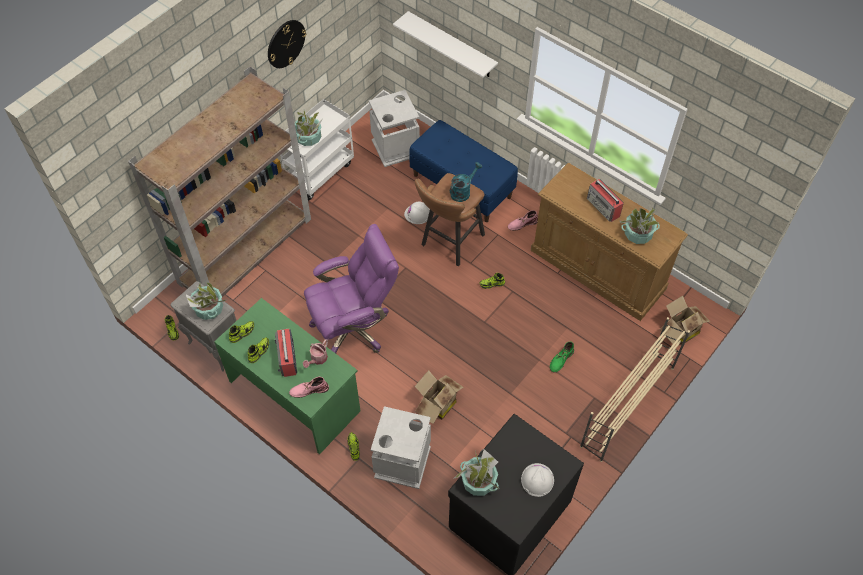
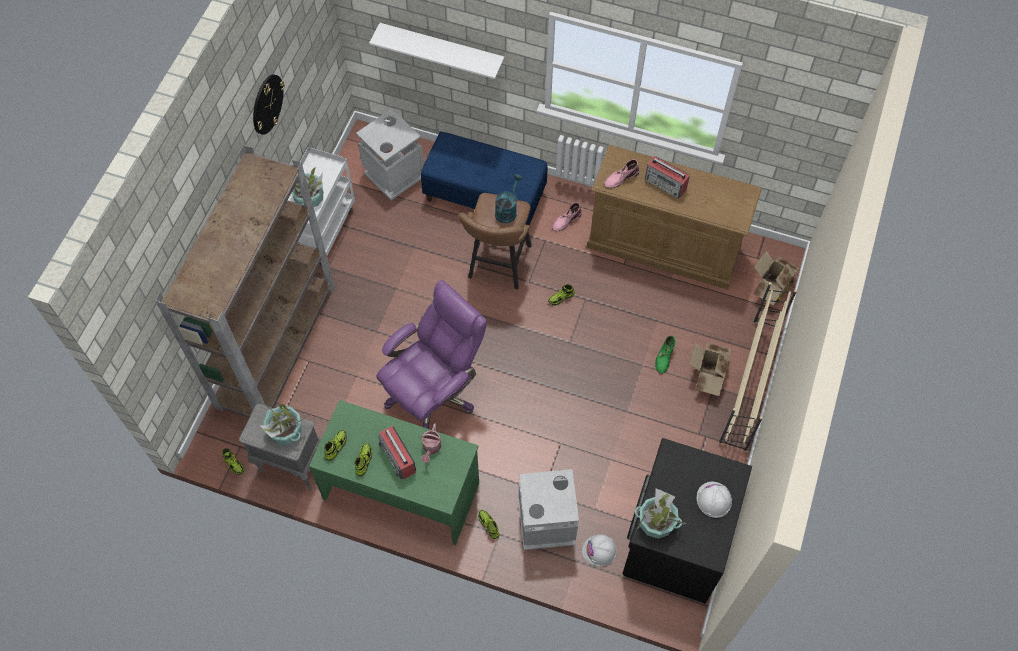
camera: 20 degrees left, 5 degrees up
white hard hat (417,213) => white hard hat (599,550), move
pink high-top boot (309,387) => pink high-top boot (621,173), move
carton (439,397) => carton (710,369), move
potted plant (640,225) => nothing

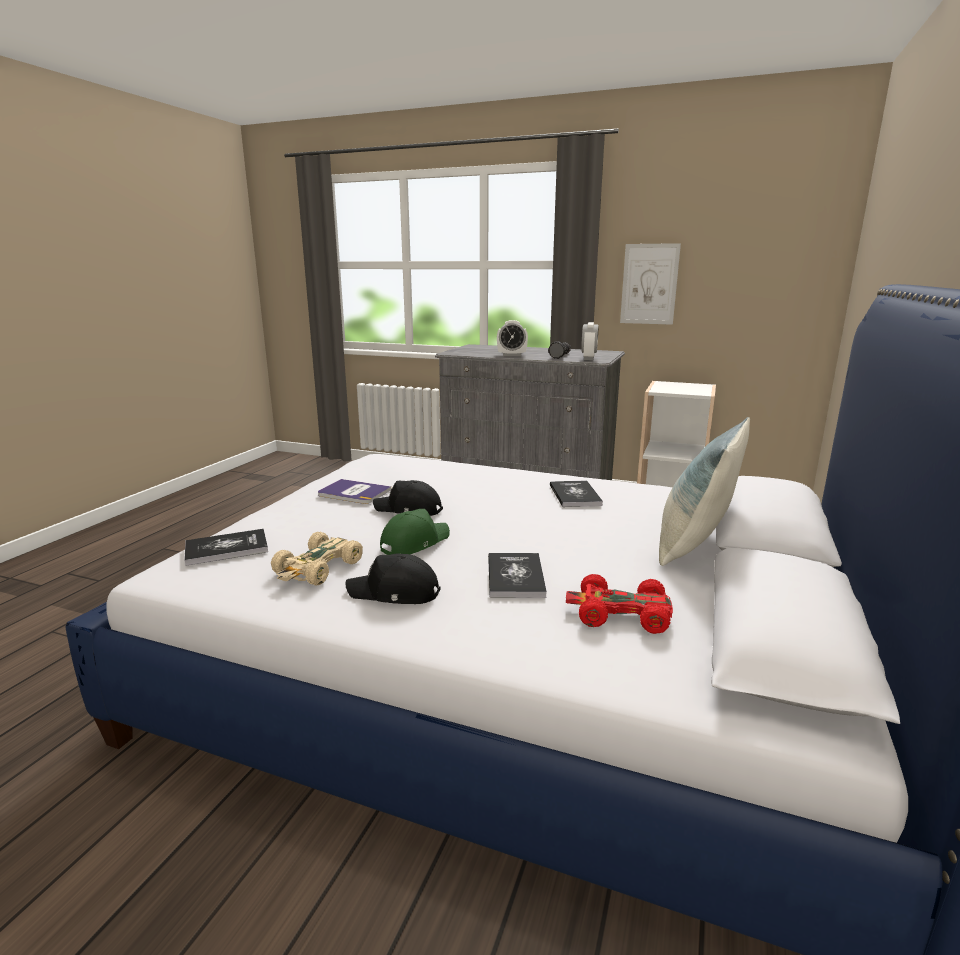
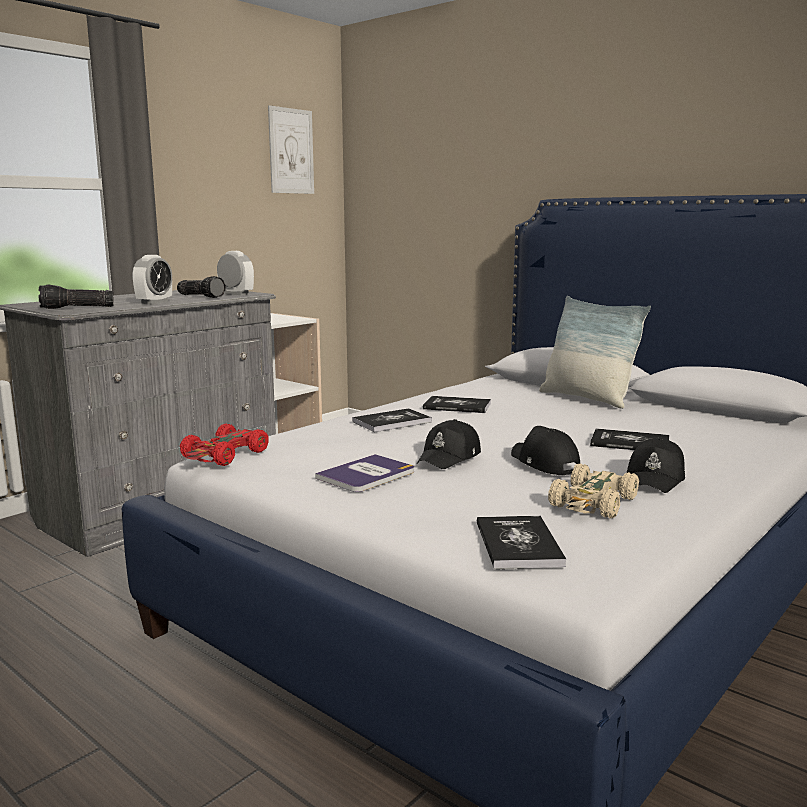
camera: 70 degrees left, 5 degrees down
nothing => flashlight (76,296)
red miniature car (619,604) => red miniature car (224,445), move
wall picture (650,284) => wall picture (291,149), move
nothing => book (392,420)
green-coloured cap (415,532) => black-coloured cap (545,450)
beige miniature car (317,559) => beige miniature car (593,491), 75 degrees clockwise

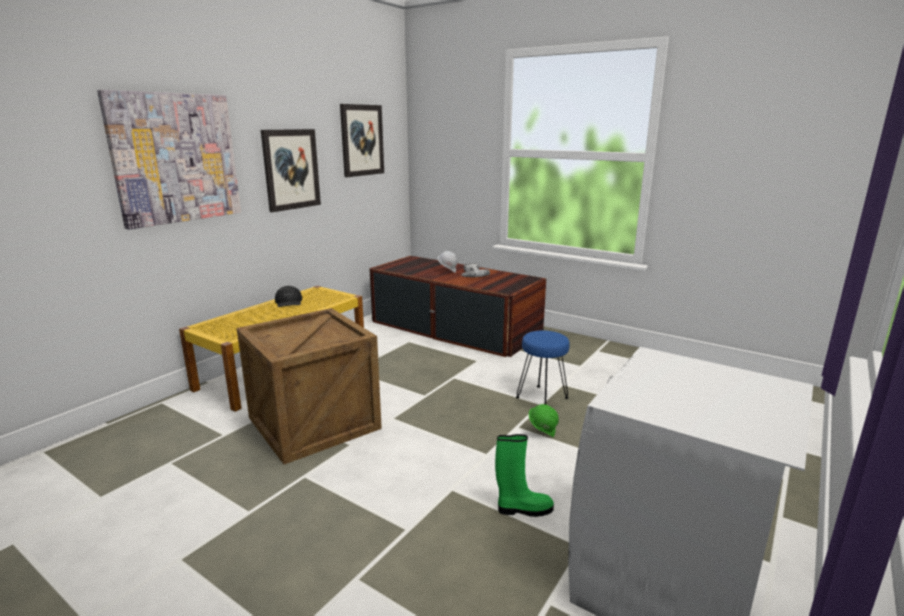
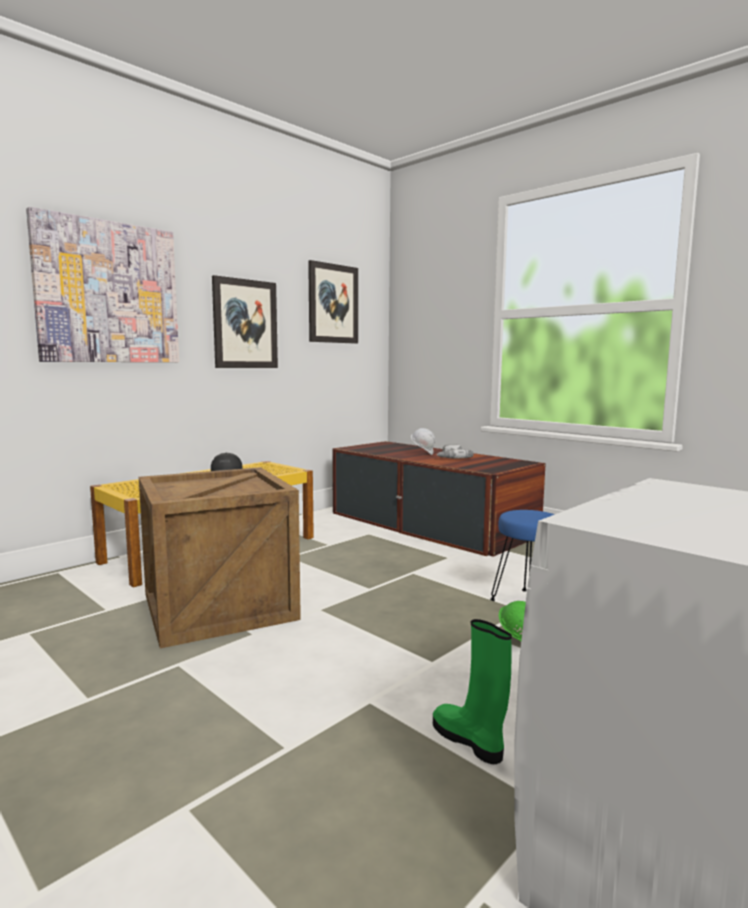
camera: 10 degrees right, 10 degrees down
green-coloured high-top boot (524,475) => green-coloured high-top boot (472,691), 135 degrees counterclockwise

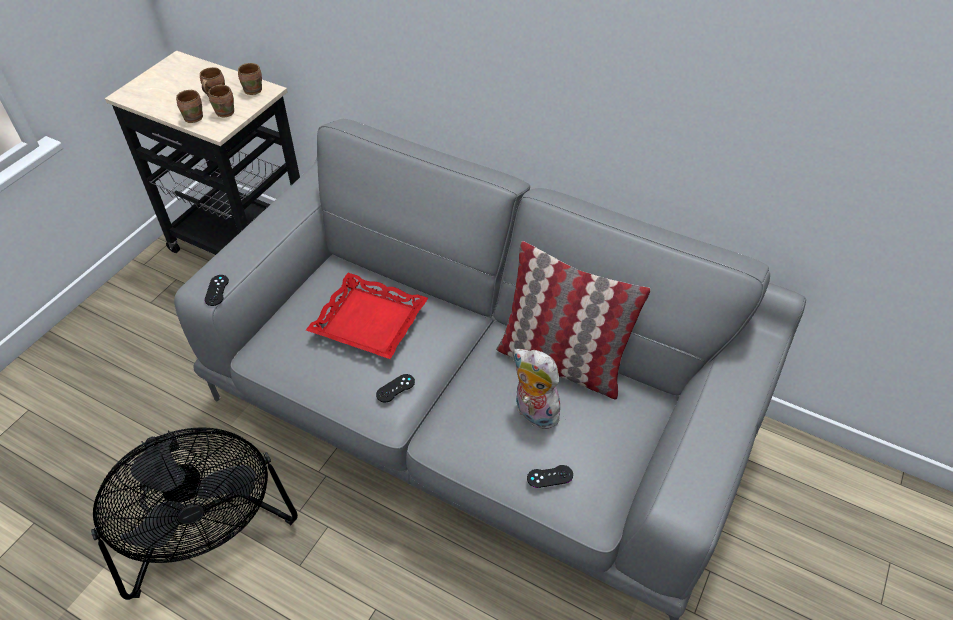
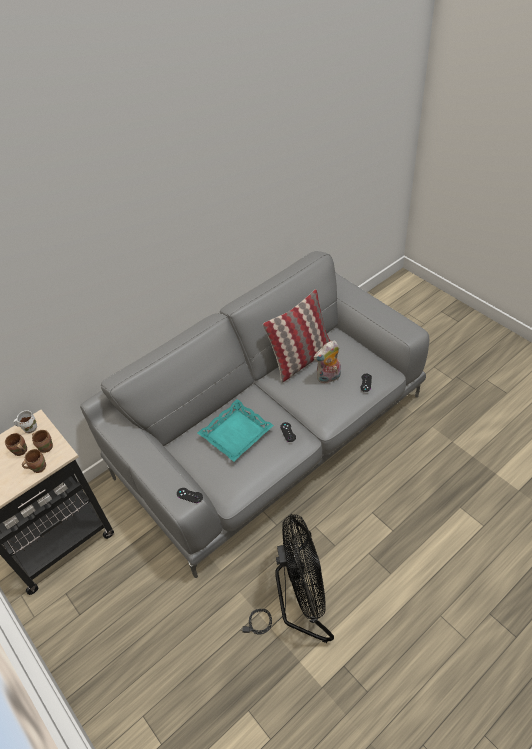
camera: 65 degrees left, 0 degrees up
brownish tea mug (250,79) => white tea mug (25,421)
red serving tray (367,316) => blue-green serving tray (236,430)

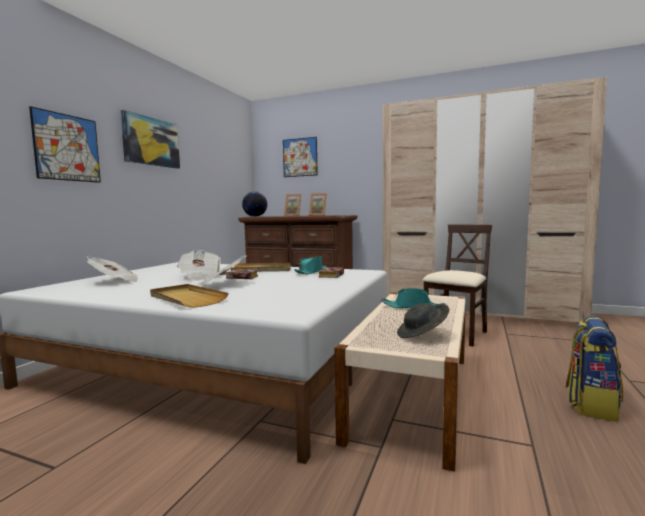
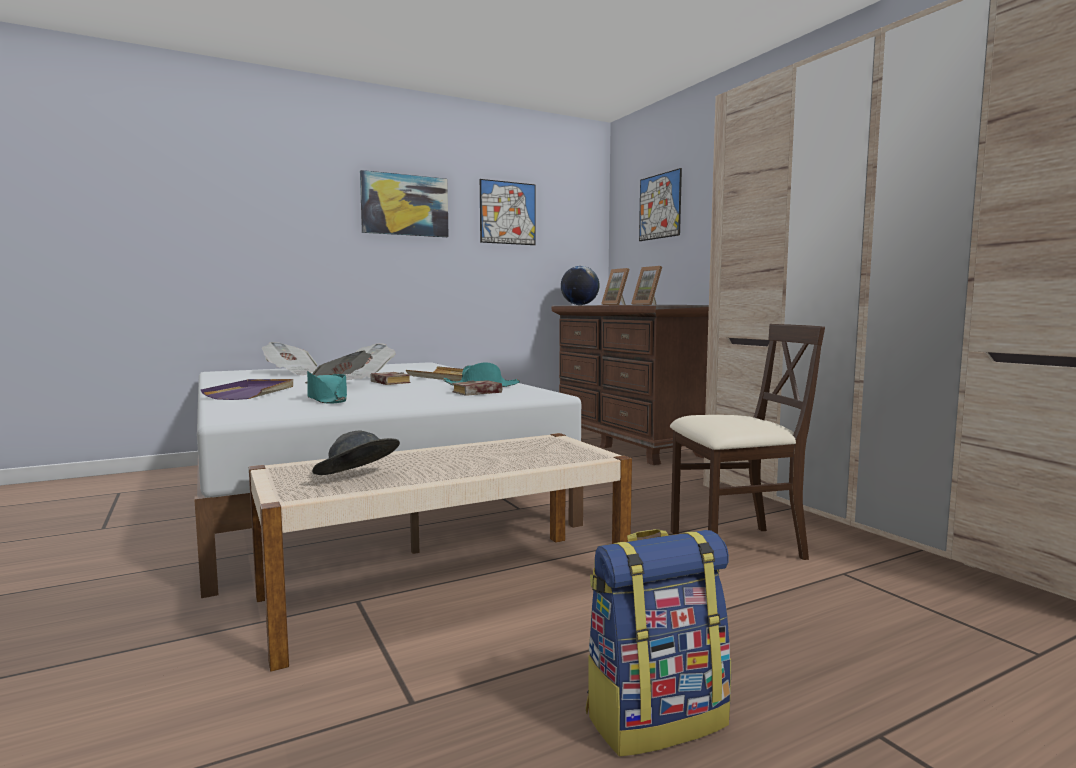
camera: 40 degrees right, 0 degrees up
beige serving tray (189,296) => purplish serving tray (247,389)
blue-green clothing hat (413,298) => blue-green clothing hat (327,387), move
wall picture (65,144) => wall picture (507,212), move

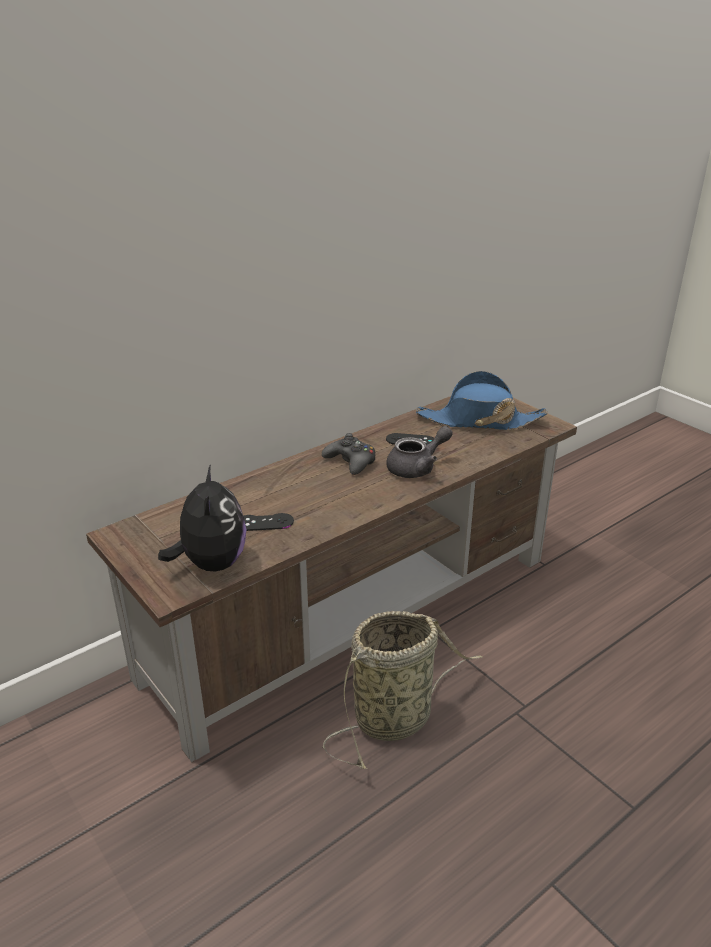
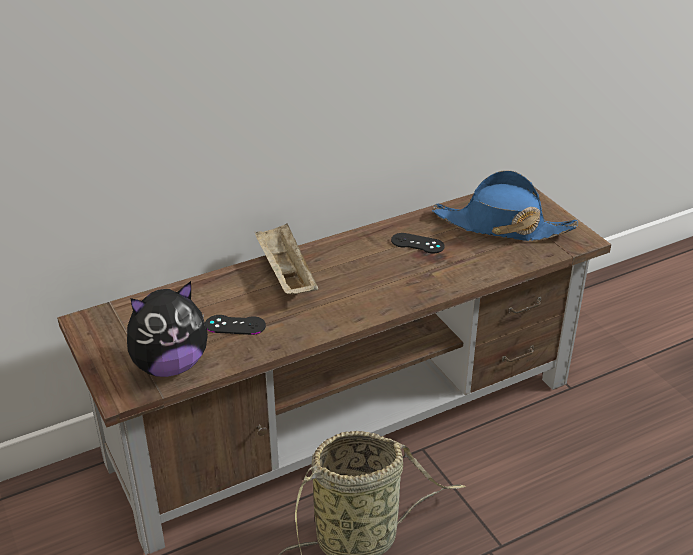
camera: 10 degrees right, 5 degrees up
plush toy (202,517) => plush toy (167,329), 60 degrees clockwise
nothing => beige serving tray (286,259)
black-coloured joypad (349,454) => nothing
gray pot for tea (419,452) => nothing

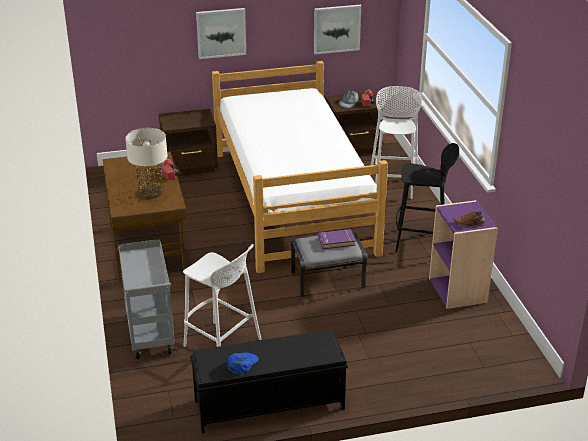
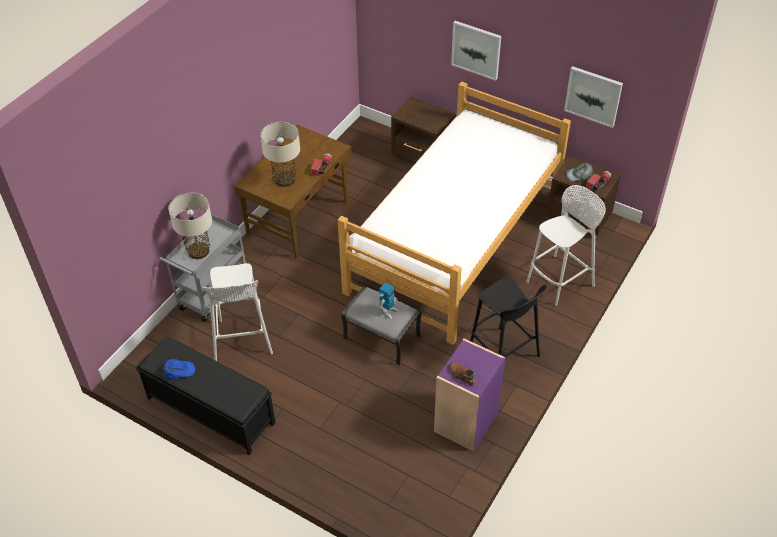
camera: 45 degrees right, 15 degrees up
nothing => tabletop lamp (190,226)
purplish book (337,239) => robot figure (388,300)

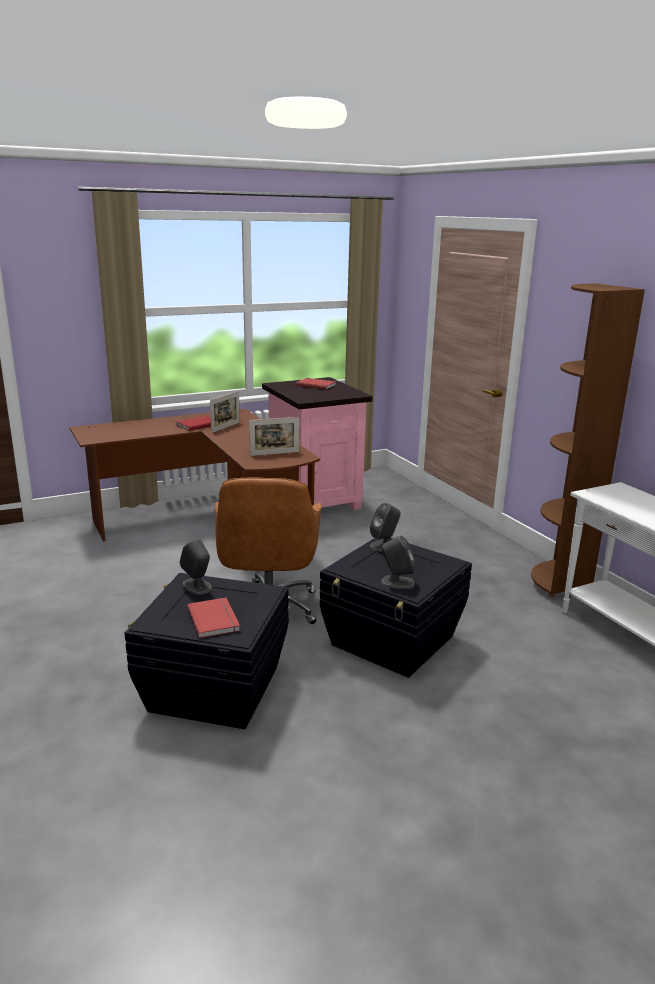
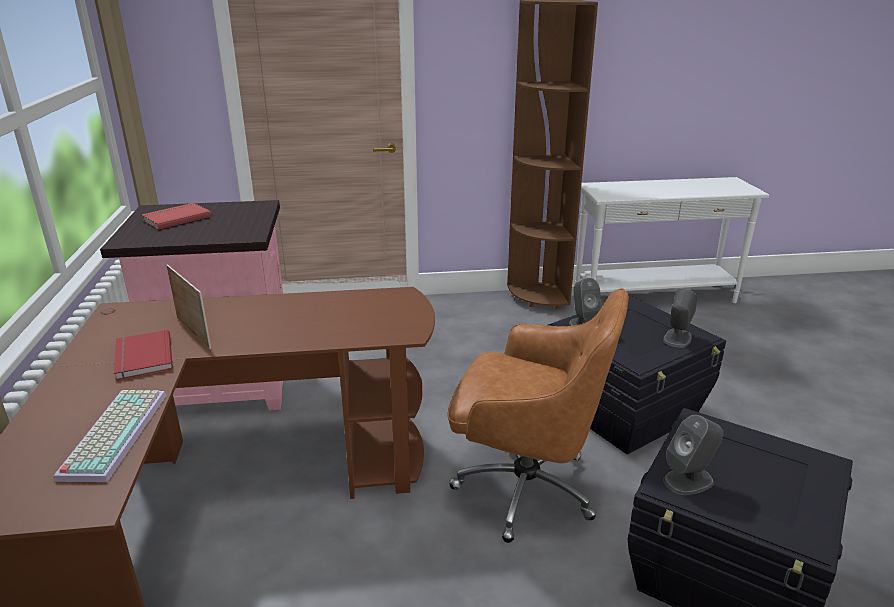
camera: 70 degrees left, 5 degrees up
nothing => PC keyboard (110,436)
red book (213,618) => nothing
standing frame (274,436) => nothing

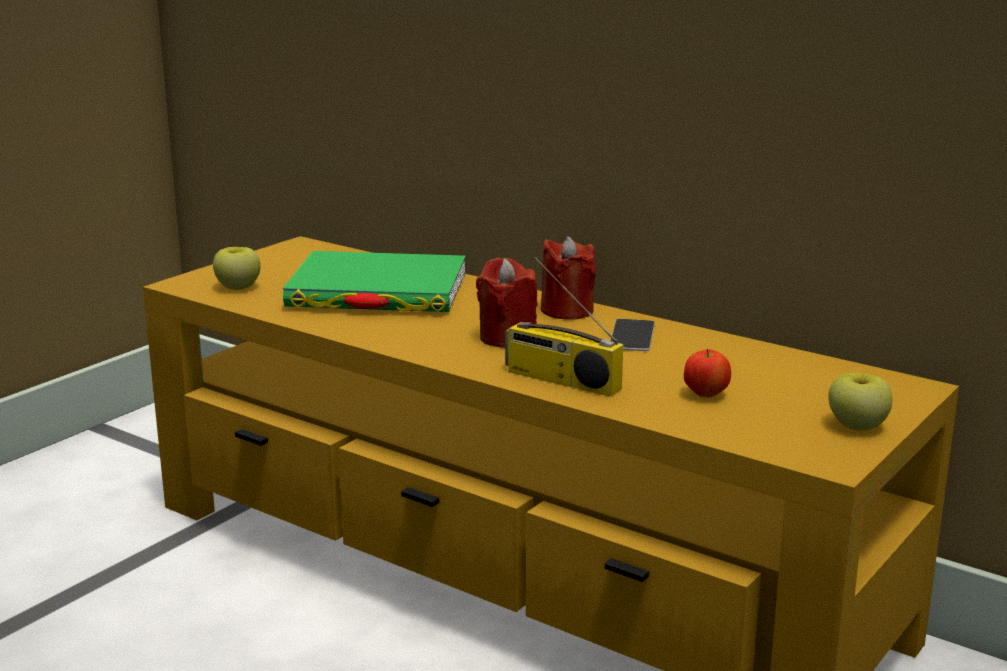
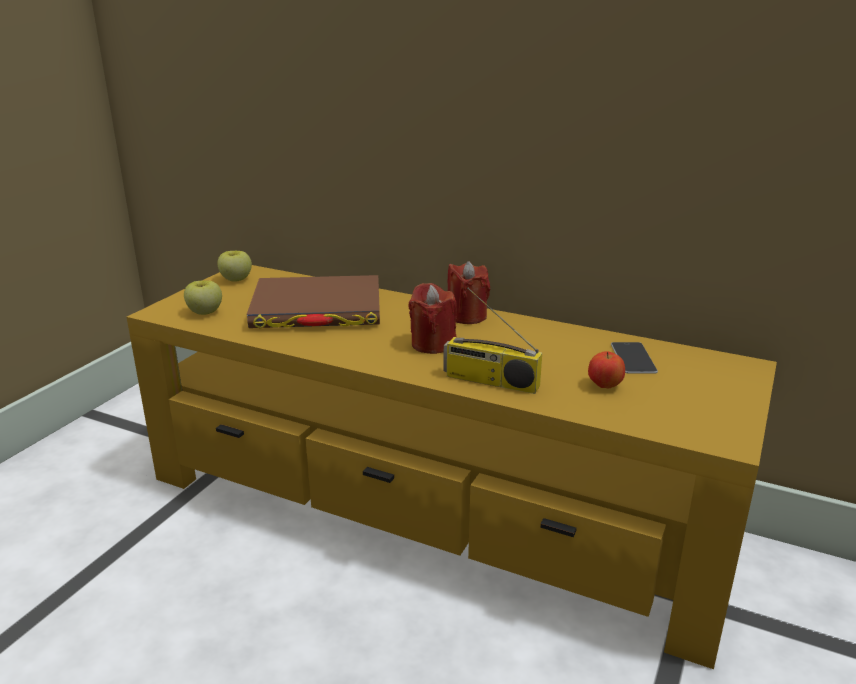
camera: 10 degrees left, 5 degrees up
apple fruit (860,402) => apple fruit (235,266), move
green-coloured book (374,281) => brownish book (313,301)
telephone (632,335) => telephone (634,358), move

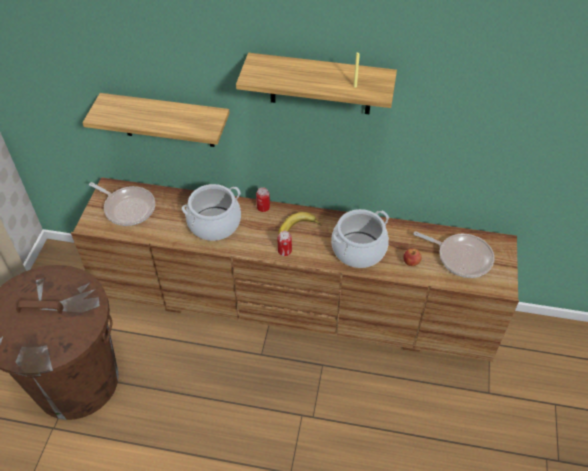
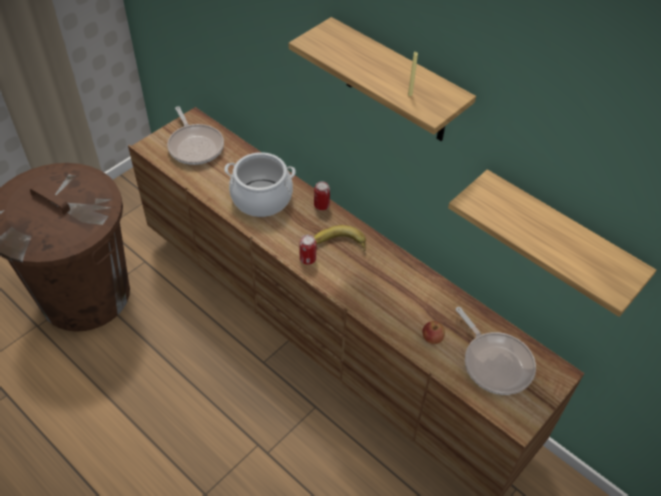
camera: 30 degrees right, 0 degrees up
wall shelf (156,120) => wall shelf (552,243), move
cooking pot (360,238) => nothing

